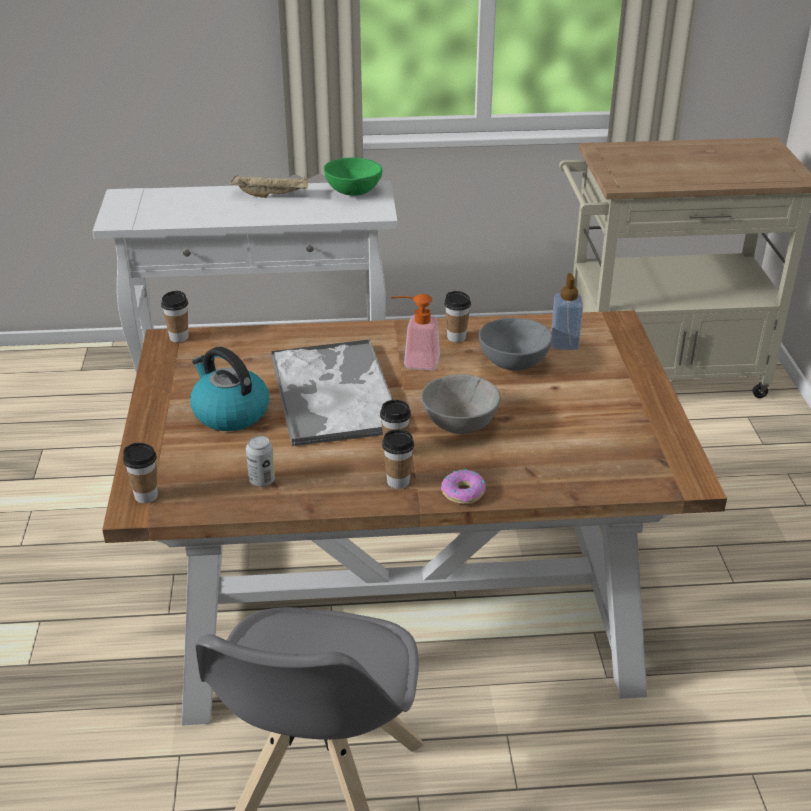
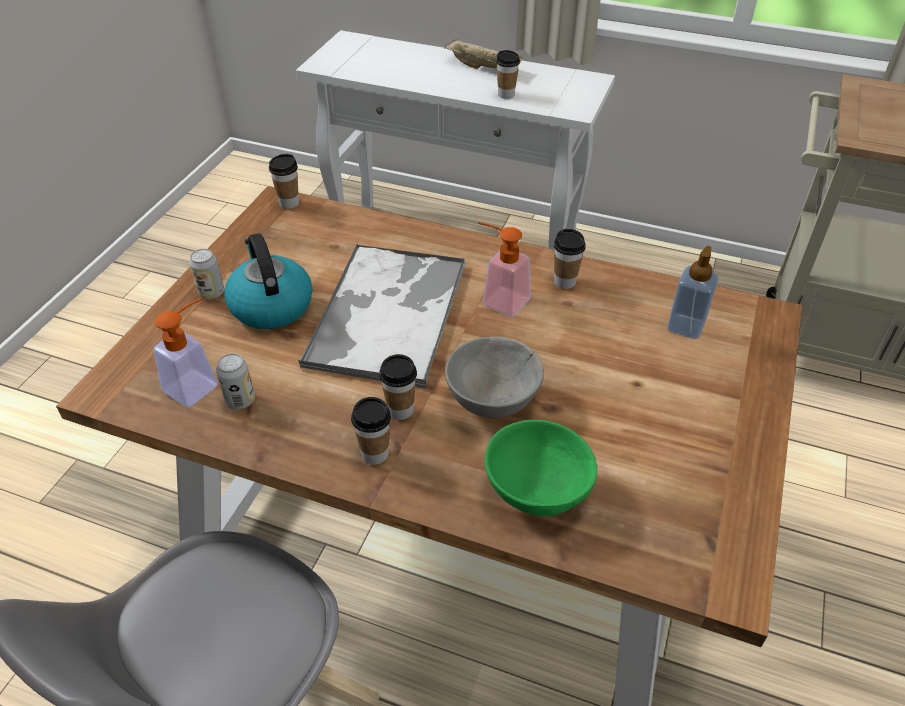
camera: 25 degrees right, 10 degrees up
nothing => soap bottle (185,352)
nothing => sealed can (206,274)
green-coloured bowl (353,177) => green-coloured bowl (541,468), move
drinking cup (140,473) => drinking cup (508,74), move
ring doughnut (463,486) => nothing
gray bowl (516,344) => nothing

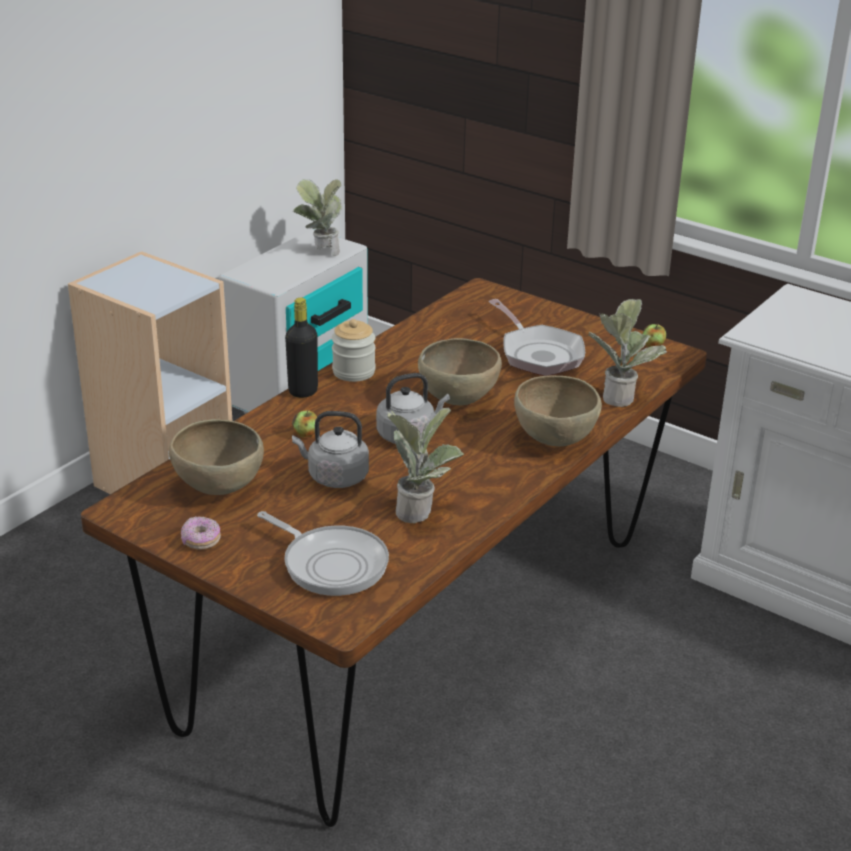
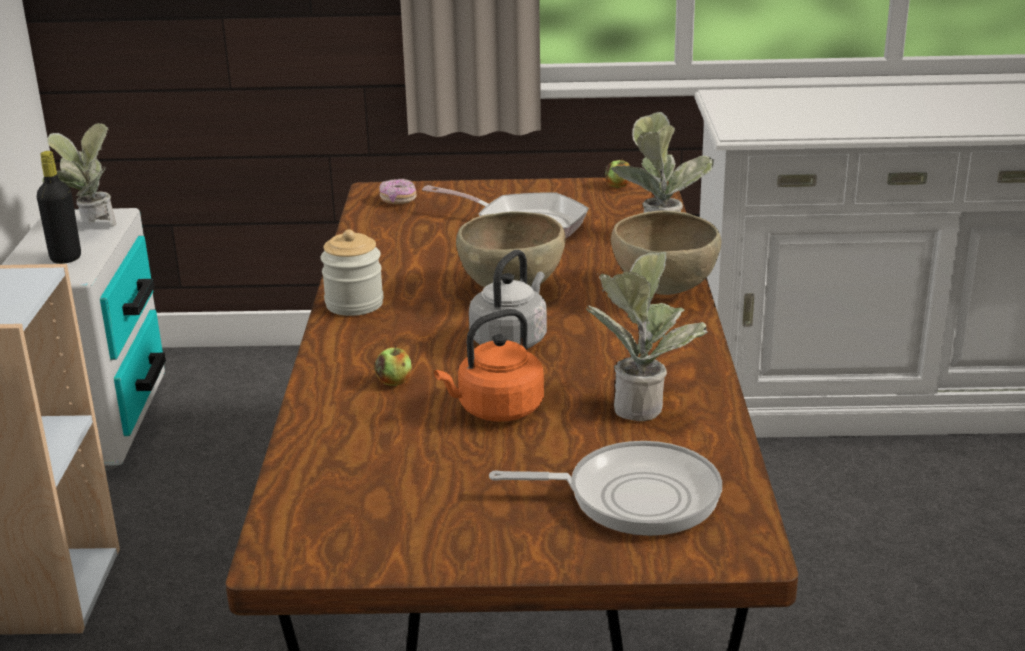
camera: 35 degrees left, 5 degrees down
black-coloured bottle (301,348) => black-coloured bottle (59,207), move
ring doughnut (201,533) => ring doughnut (398,191), move
gray tea kettle (330,449) => orange tea kettle (489,365)
brownish bowl (216,457) => nothing

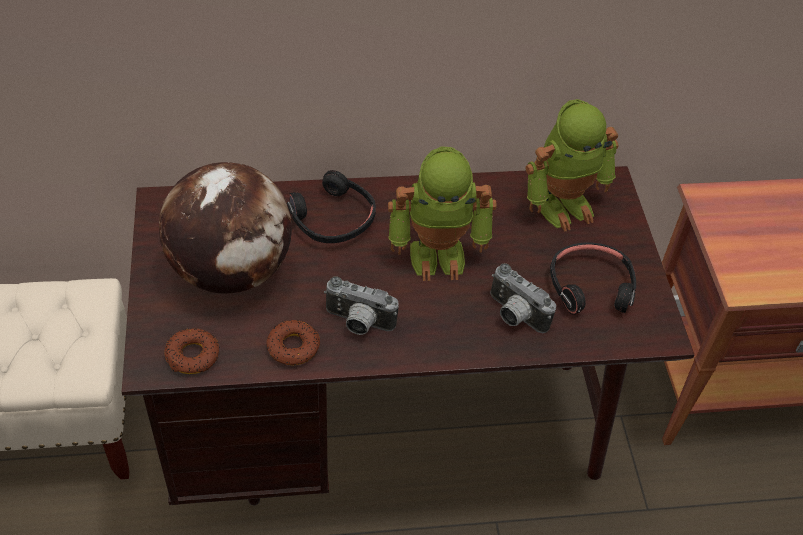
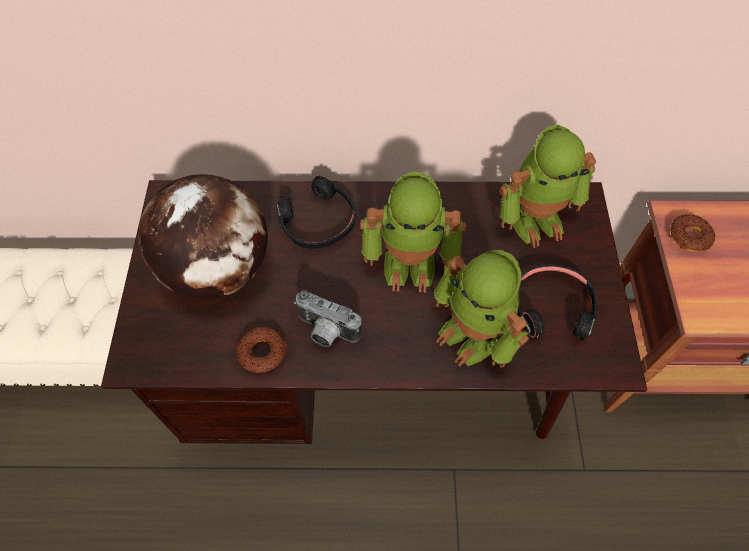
camera: 10 degrees right, 10 degrees up
photo camera (523,298) => robot figure (481,308)
ring doughnut (192,351) => ring doughnut (692,232), move

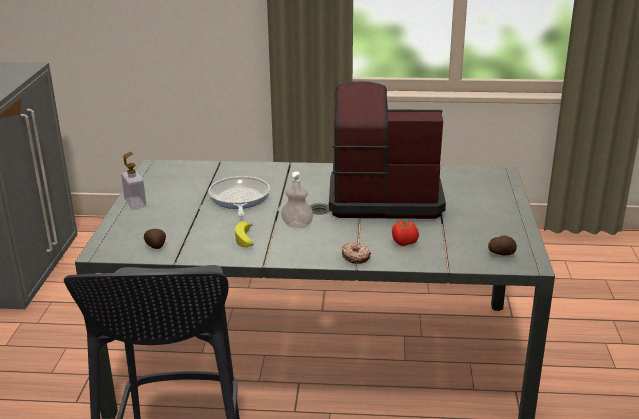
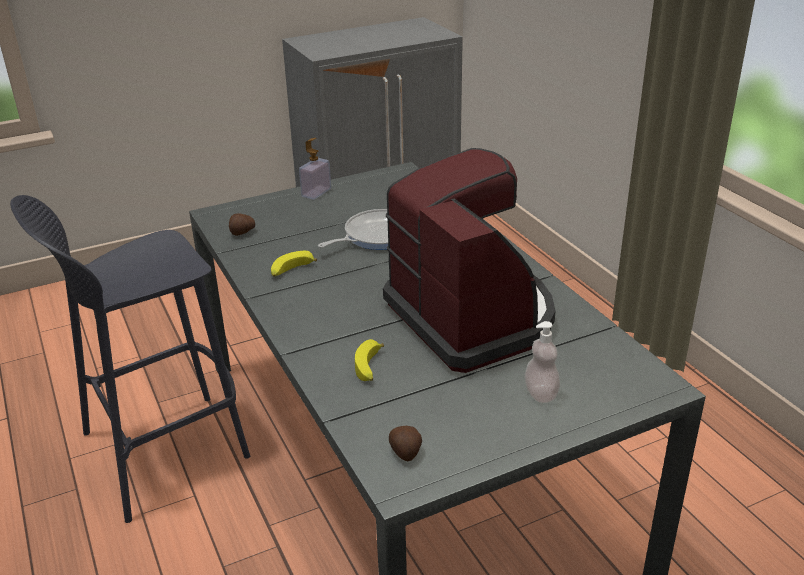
camera: 60 degrees right, 5 degrees up
tomato (405,233) => banana fruit (369,360)
soap bottle (297,200) => soap bottle (542,362), move
ring doughnut (356,253) => nothing

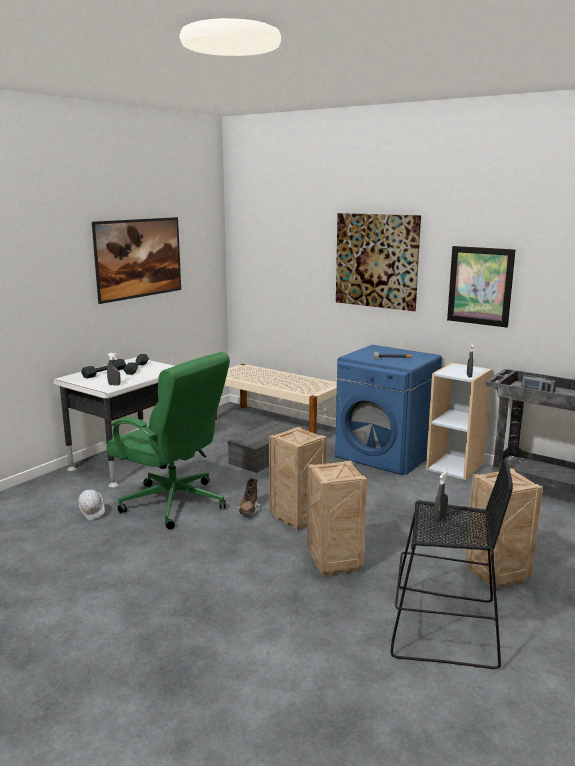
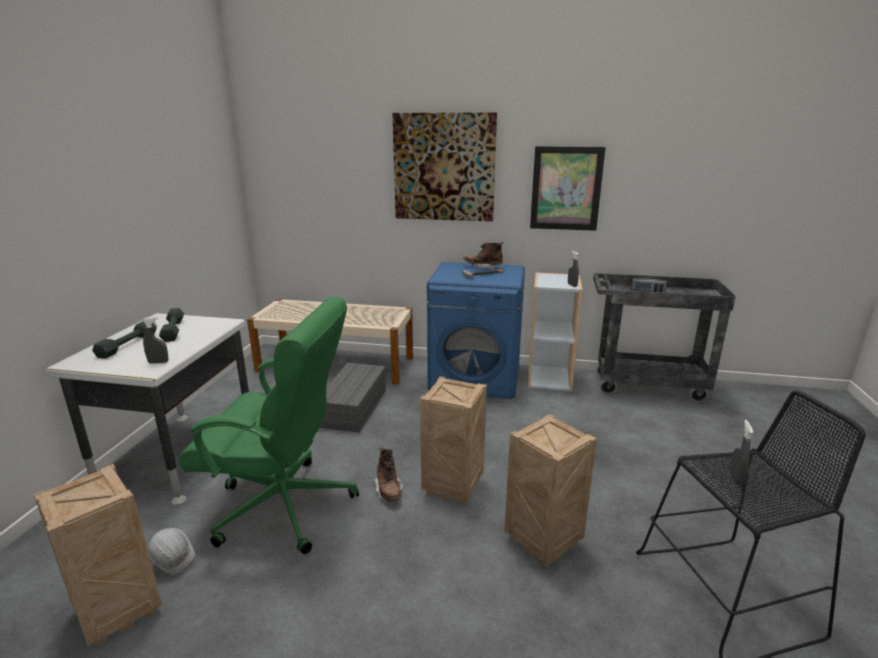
camera: 25 degrees left, 5 degrees up
crate (504,528) => crate (97,556), move
nothing => brownish high-top boot (483,255)
wall picture (136,260) => nothing

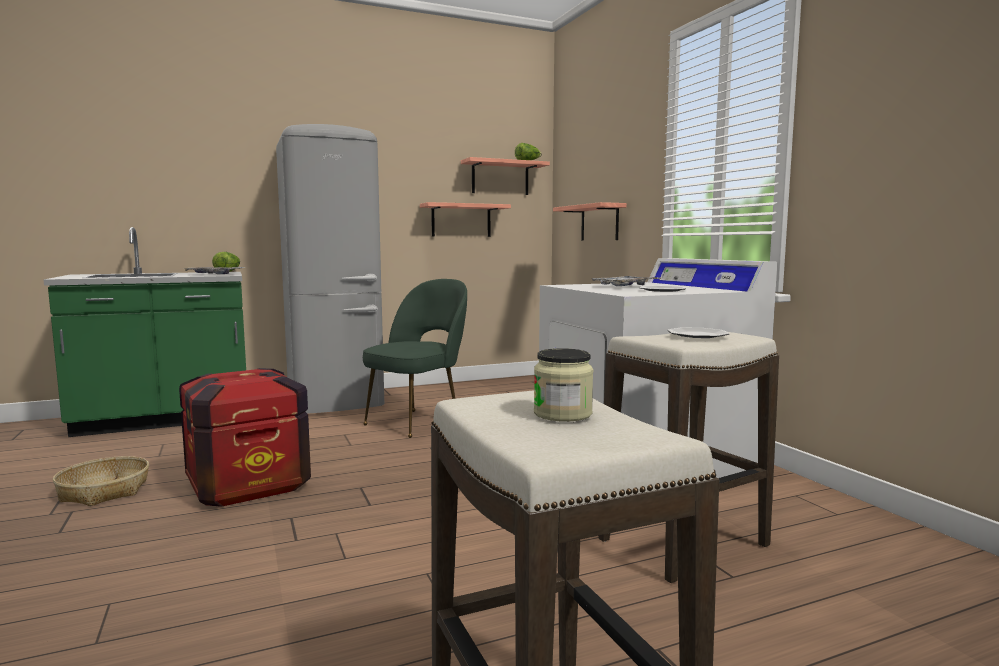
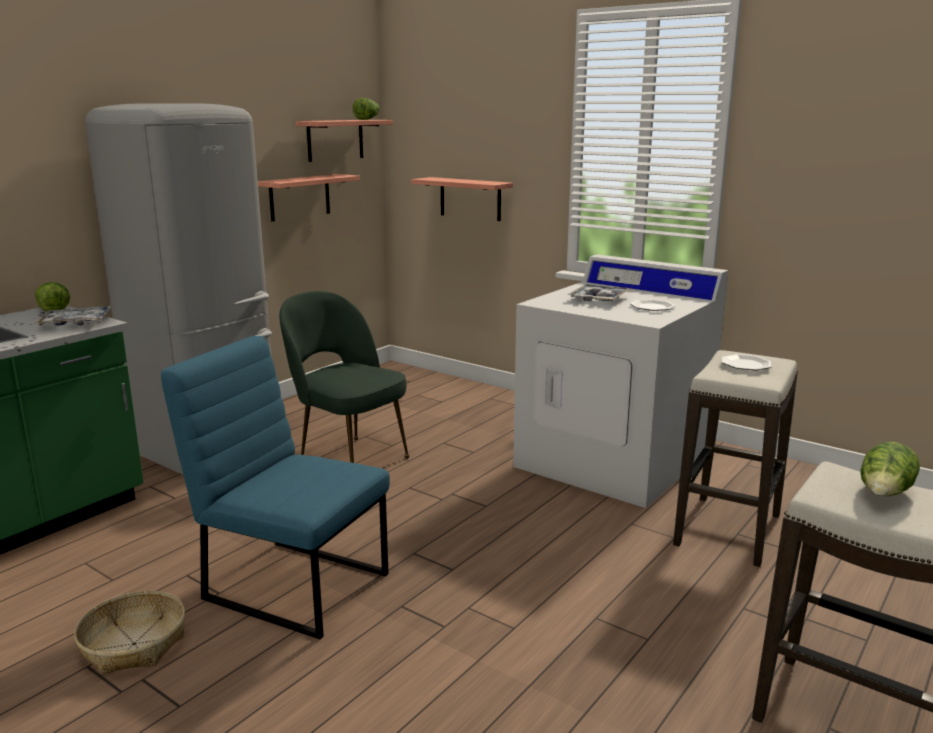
camera: 30 degrees left, 10 degrees up
crate (245,437) => blue-coloured plain chair (275,487)
green-coloured plain chair (415,358) => green-coloured plain chair (344,377), 60 degrees counterclockwise
preserve jar (563,385) => head of lettuce (890,469)

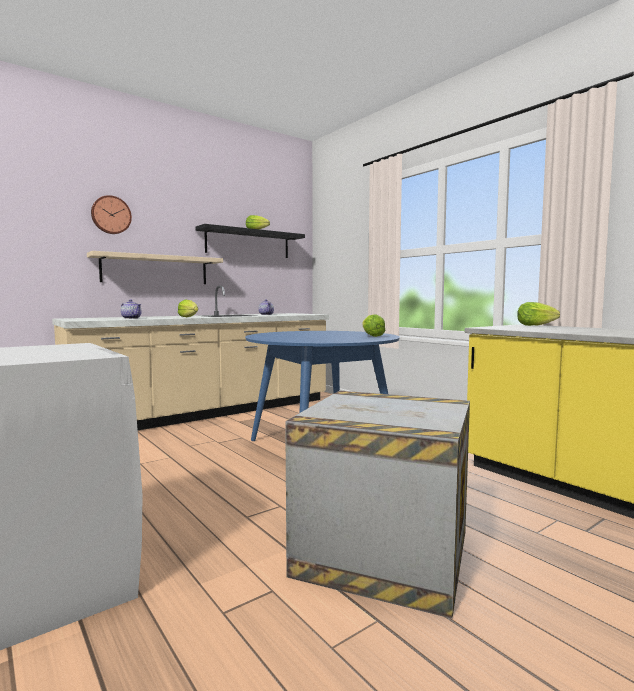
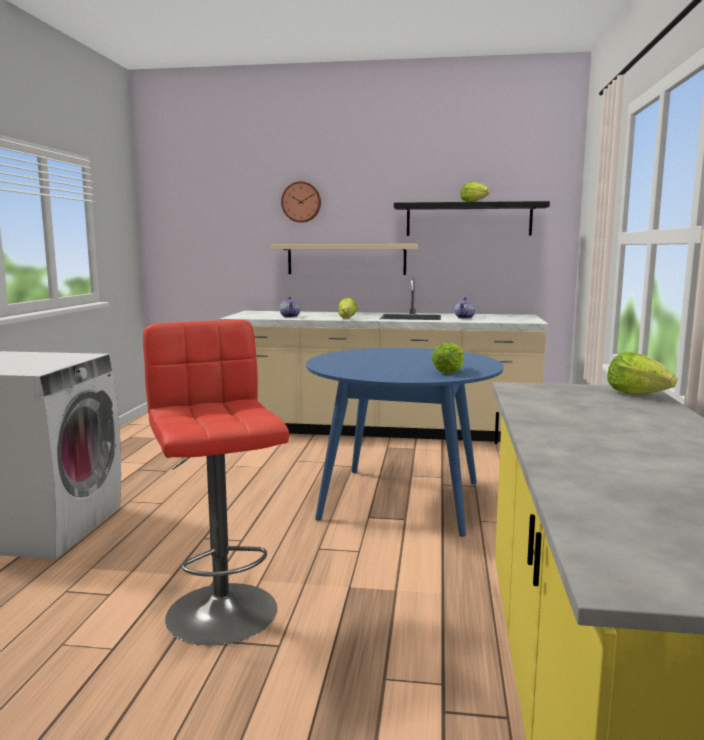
camera: 45 degrees right, 5 degrees up
crate (377,504) => red stool seat (216,482)

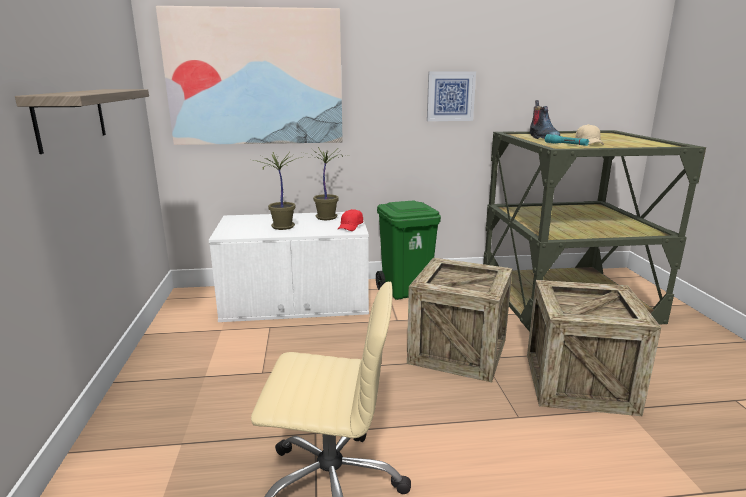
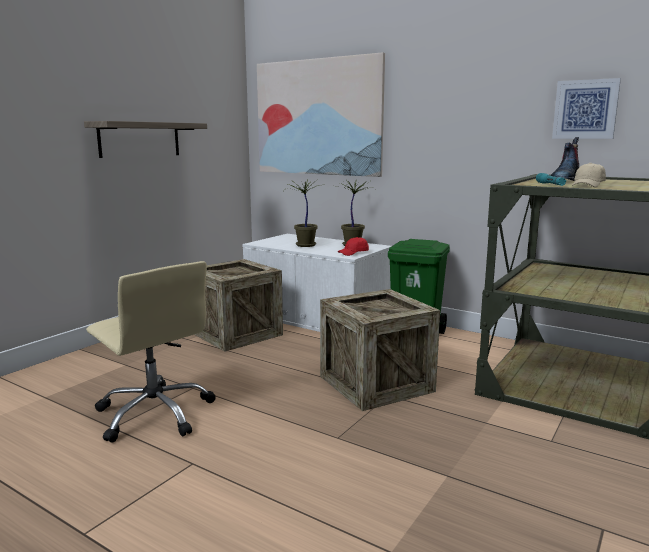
camera: 40 degrees right, 5 degrees down
crate (594,348) => crate (238,305), move
wall picture (451,96) => wall picture (586,108), move

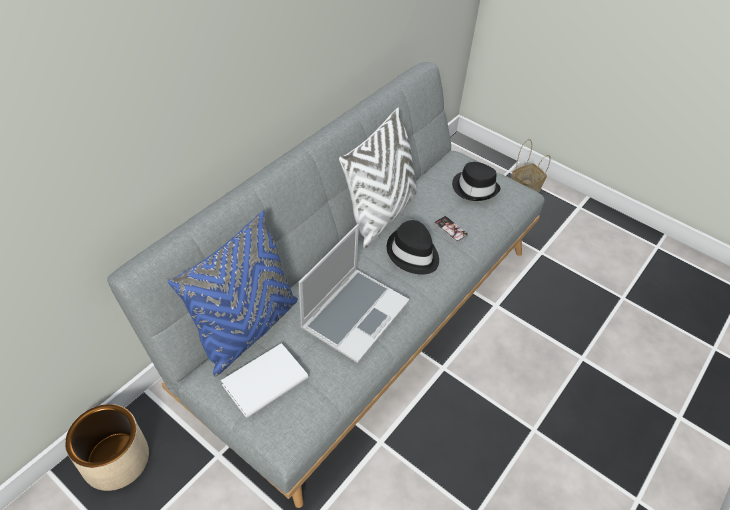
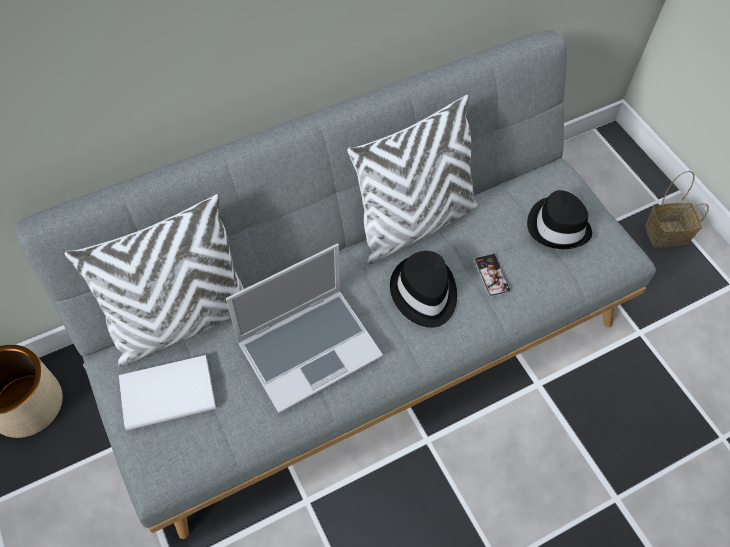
camera: 25 degrees right, 10 degrees up
blue-coloured cushion (233,294) => white cushion (154,280)

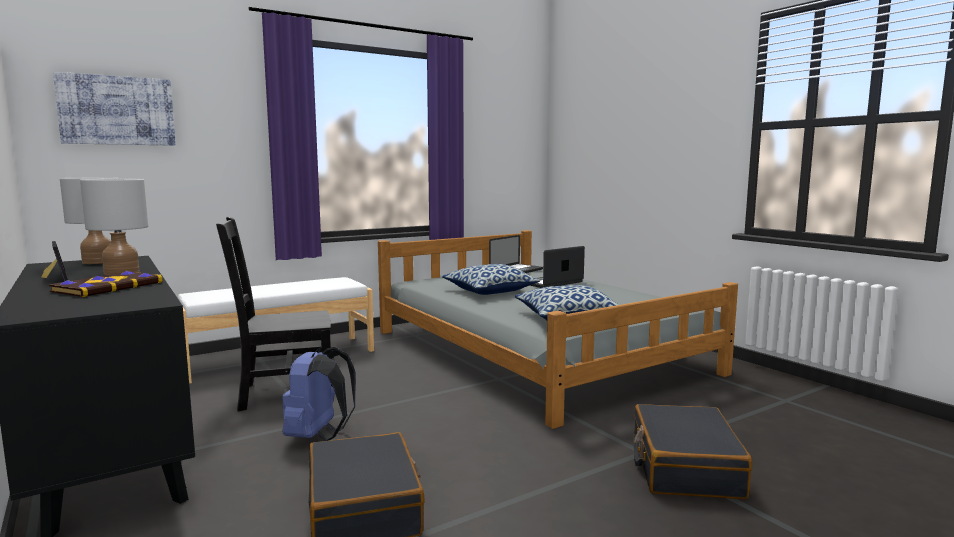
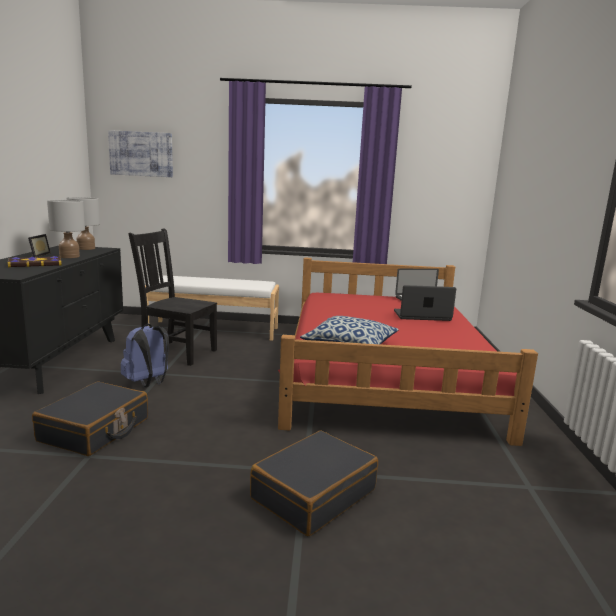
camera: 35 degrees right, 5 degrees up
gray bed (558,329) => red bed (408,351)
cushion (491,279) => nothing

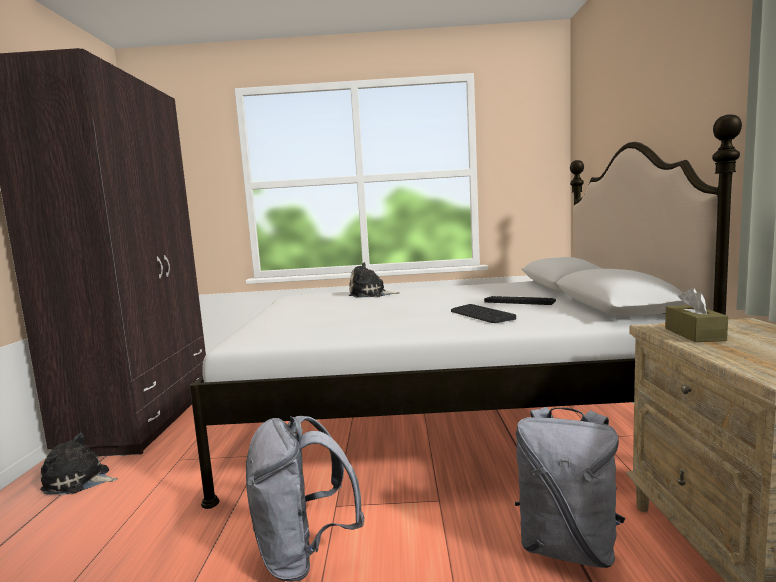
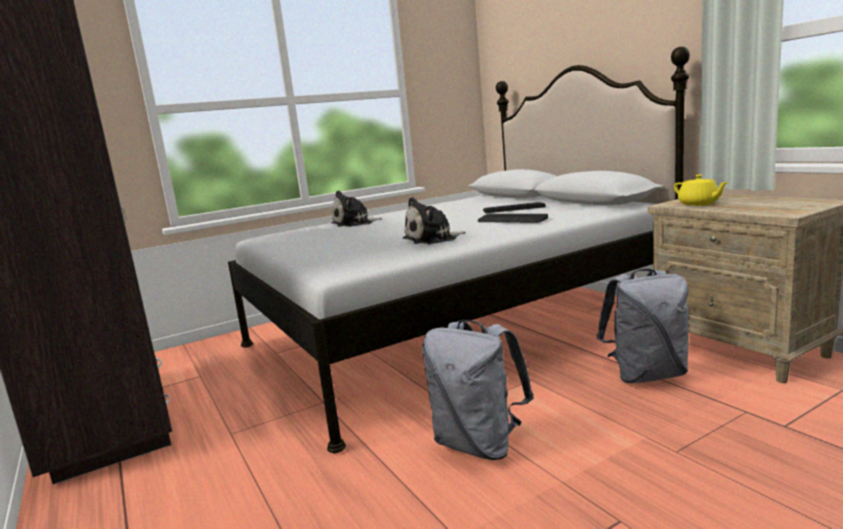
camera: 30 degrees left, 5 degrees up
plush toy (79,464) => plush toy (434,220), move
brownish tissue box (696,314) => yellowish pot for tea (701,190)

